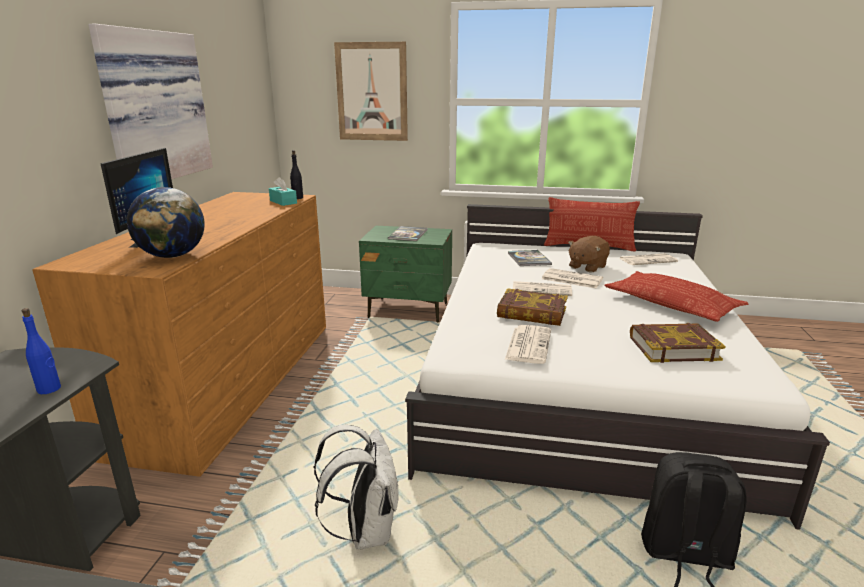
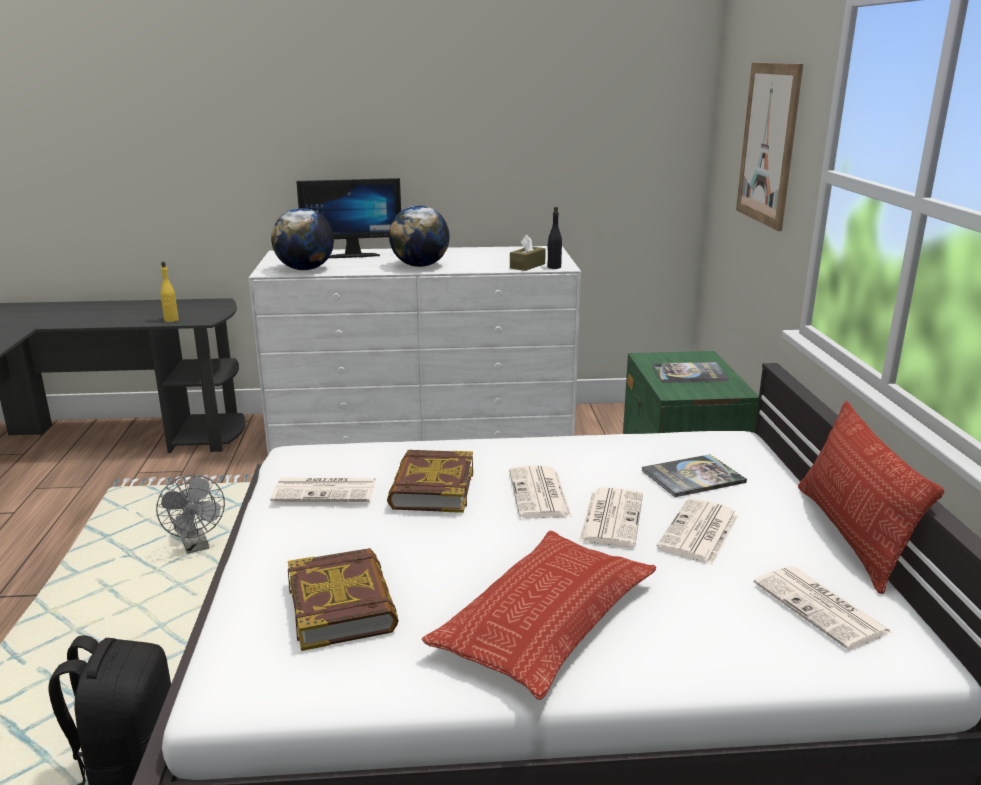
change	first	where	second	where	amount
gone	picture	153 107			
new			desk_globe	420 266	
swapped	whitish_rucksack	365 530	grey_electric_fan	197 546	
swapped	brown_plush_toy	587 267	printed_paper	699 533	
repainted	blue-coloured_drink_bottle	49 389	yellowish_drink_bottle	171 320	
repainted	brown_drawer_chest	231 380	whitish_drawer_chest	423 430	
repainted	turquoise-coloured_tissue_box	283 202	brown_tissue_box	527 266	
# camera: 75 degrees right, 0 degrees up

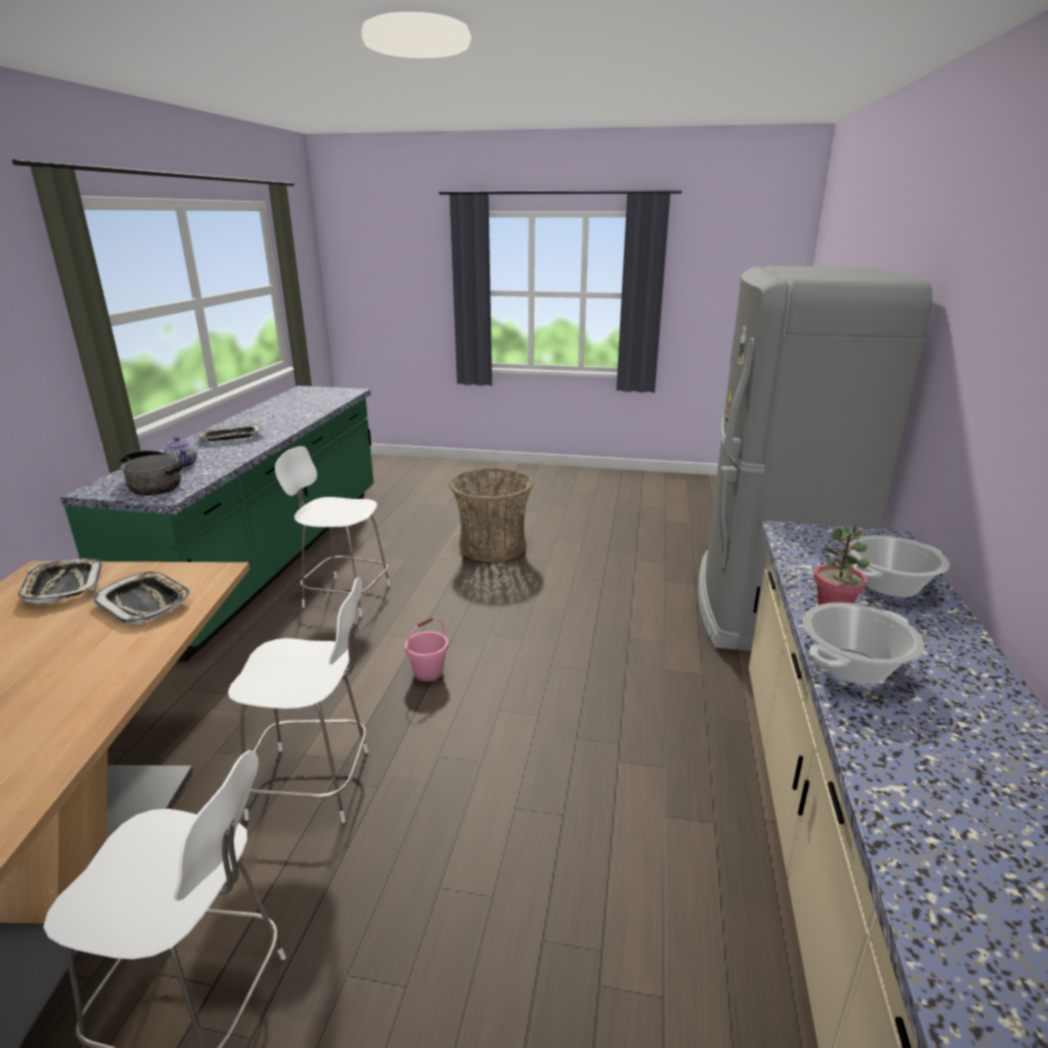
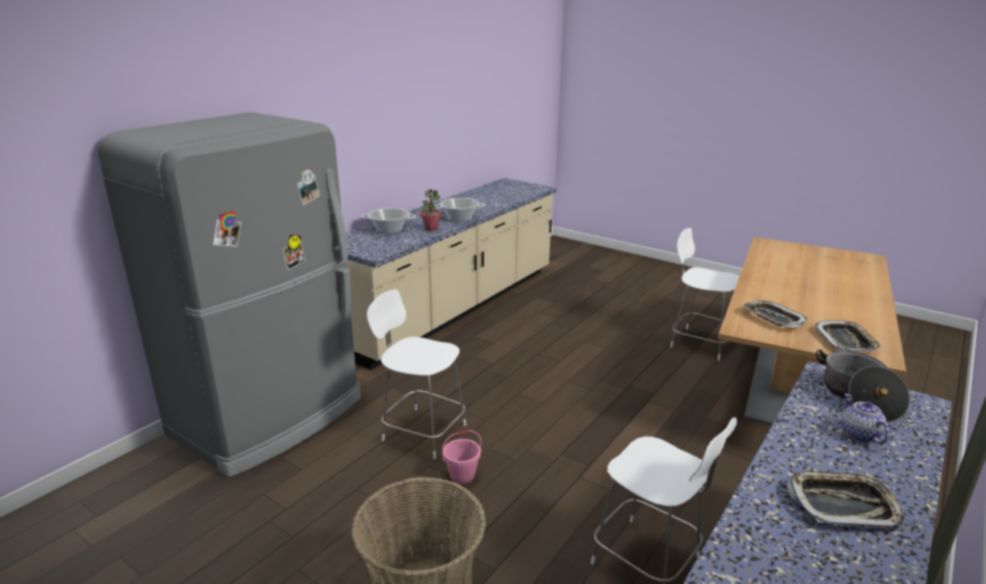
change	first	where	second	where	amount
shifted	whitish_chair	315 784		421 431	
shifted	pink-coloured_water_bucket	428 673		462 476	
# camera: 155 degrees left, 0 degrees up

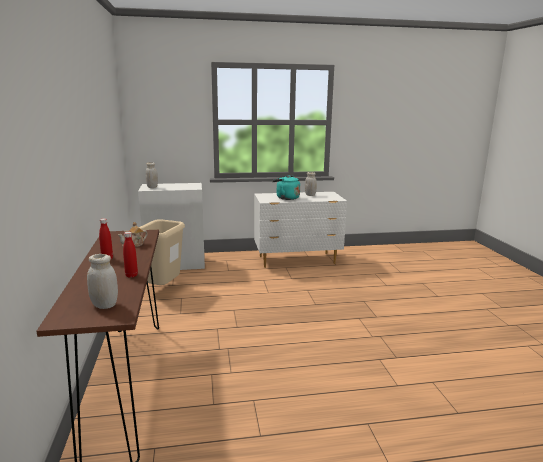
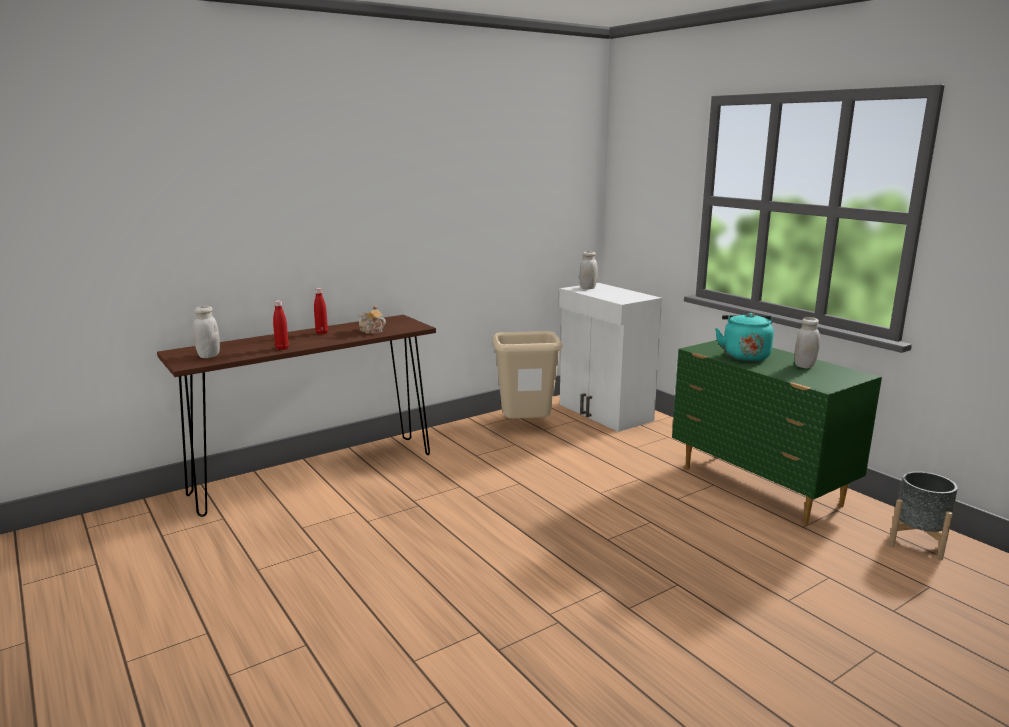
change	first	where	second	where	amount
new			grey_flower_pot	917 542	
repainted	whitish_drawer_chest	298 260	green-coloured_drawer_chest	760 487	
# camera: 65 degrees right, 0 degrees up

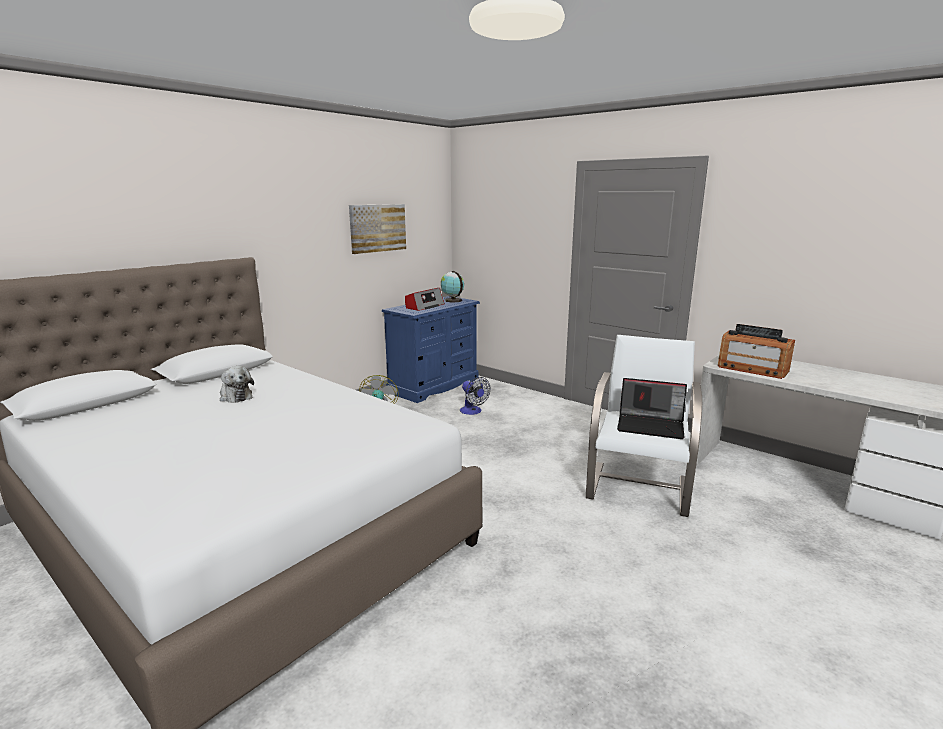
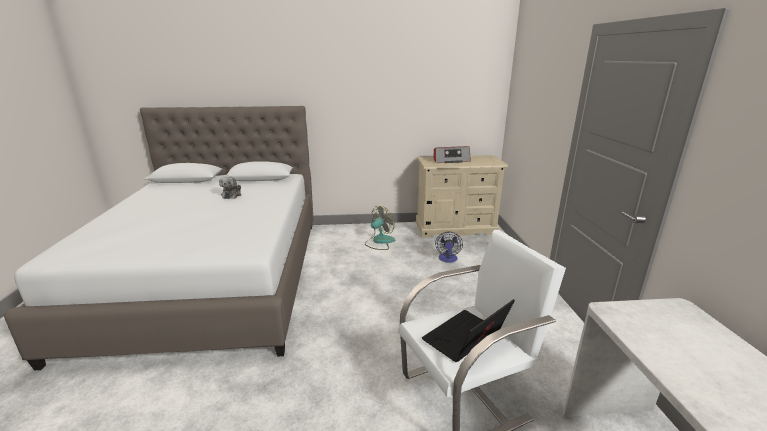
change	first	where	second	where	amount
gone	picture	377 228			
gone	desk_globe	452 300			
gone	radio_receiver	752 369			
repainted	blue-coloured_drawer_chest	434 385	beige-coloured_drawer_chest	455 228	
rotated	portable_computer	651 425		465 339	75 degrees clockwise
# camera: 45 degrees right, 5 degrees up

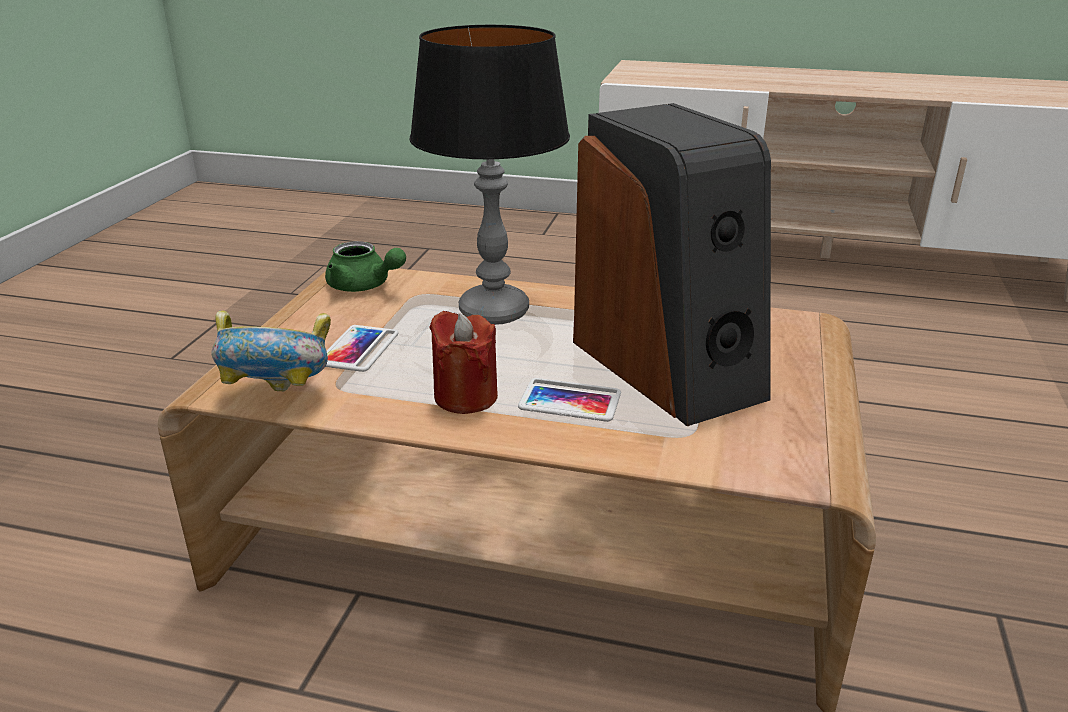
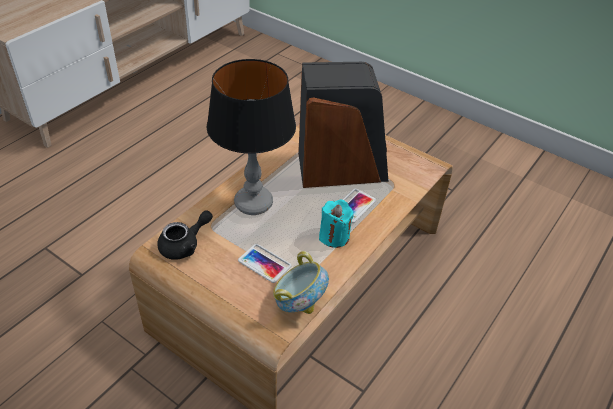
change	first	where	second	where	amount
repainted	green-coloured_teapot	364 286	blackish_teapot	185 245	
repainted	red-coloured_wax_light	465 397	turquoise-coloured_wax_light	334 236	
# camera: 70 degrees left, 15 degrees up

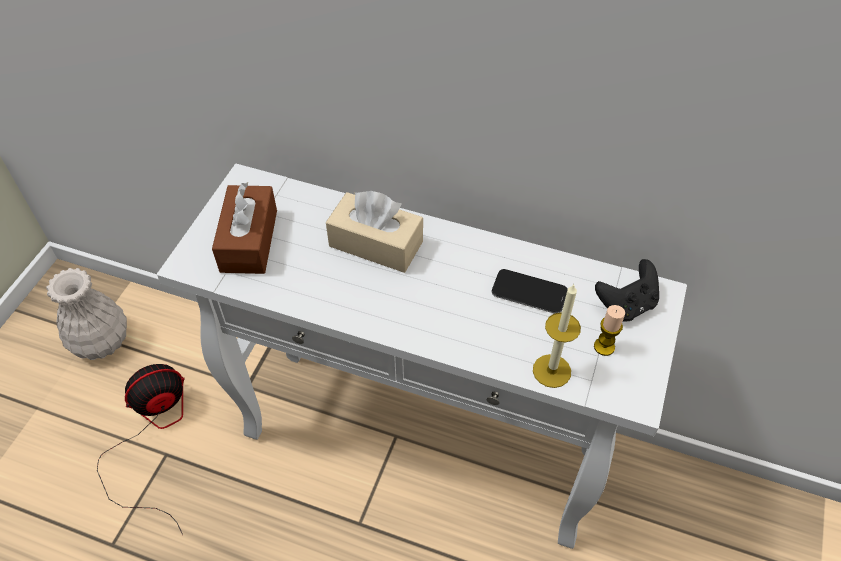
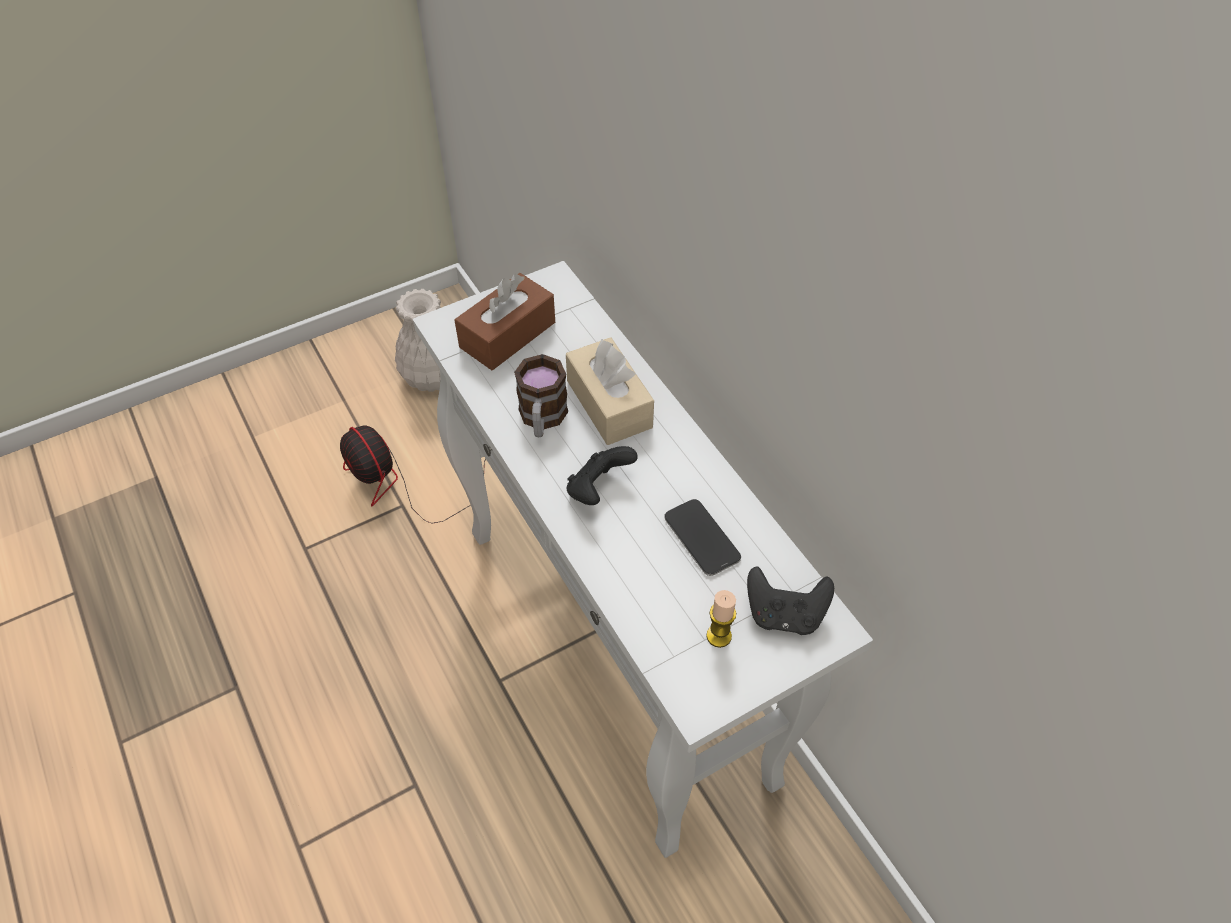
change	first	where	second	where	amount
gone	wax_light	551 371			
new			tea_mug	542 419	
new			blackish_gamepad	598 489	
rotated	electric_fan	153 436		405 483	135 degrees counterclockwise
# camera: 40 degrees right, 0 degrees up

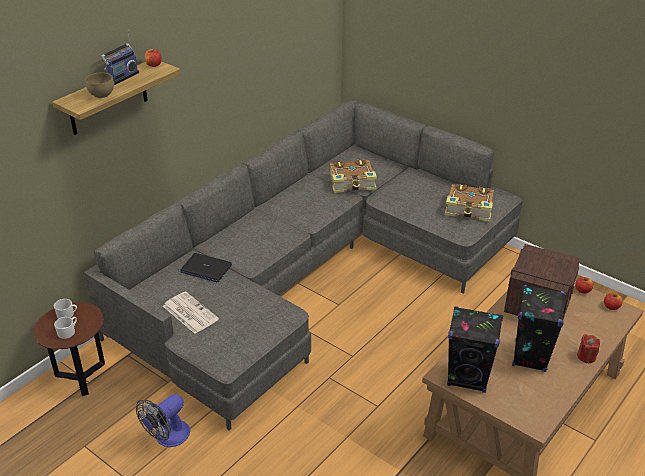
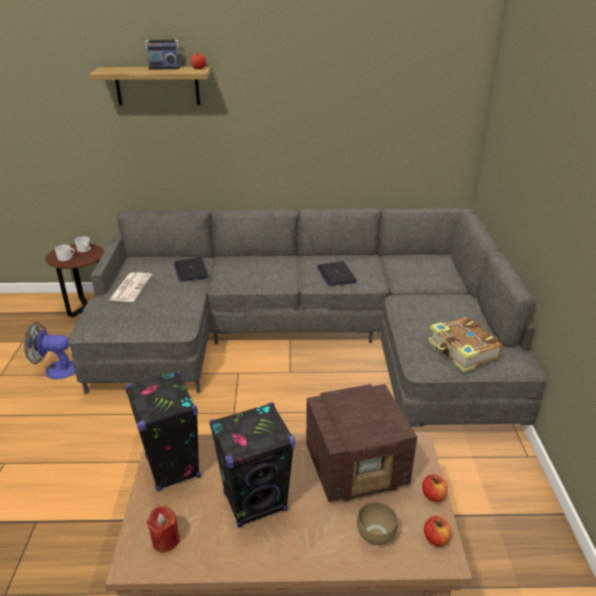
change	first	where	second	where	amount
gone	book	352 183			
new			portable_computer	336 274	
shifted	brown_bowl	101 95		374 535	
shifted	red-coloured_wax_light	586 356		165 540	
# camera: 50 degrees right, 5 degrees down

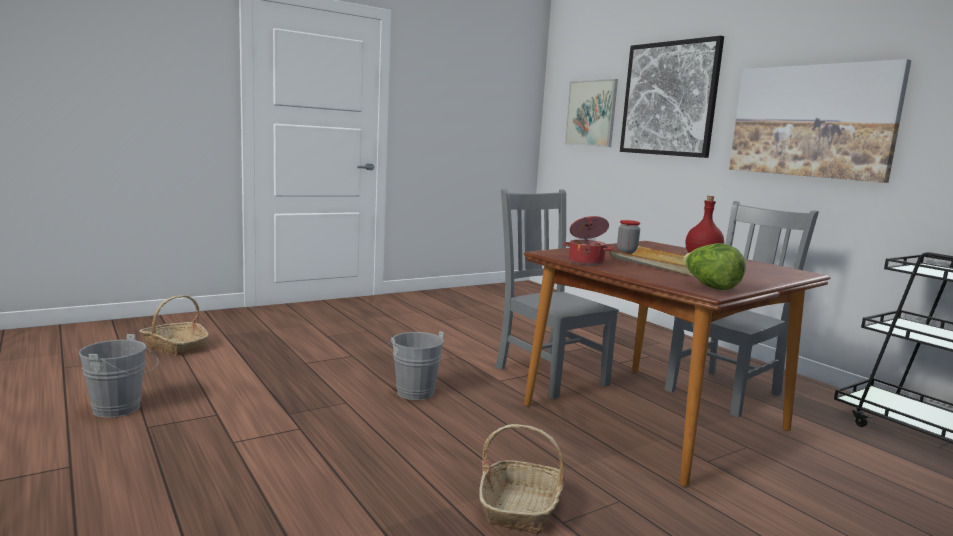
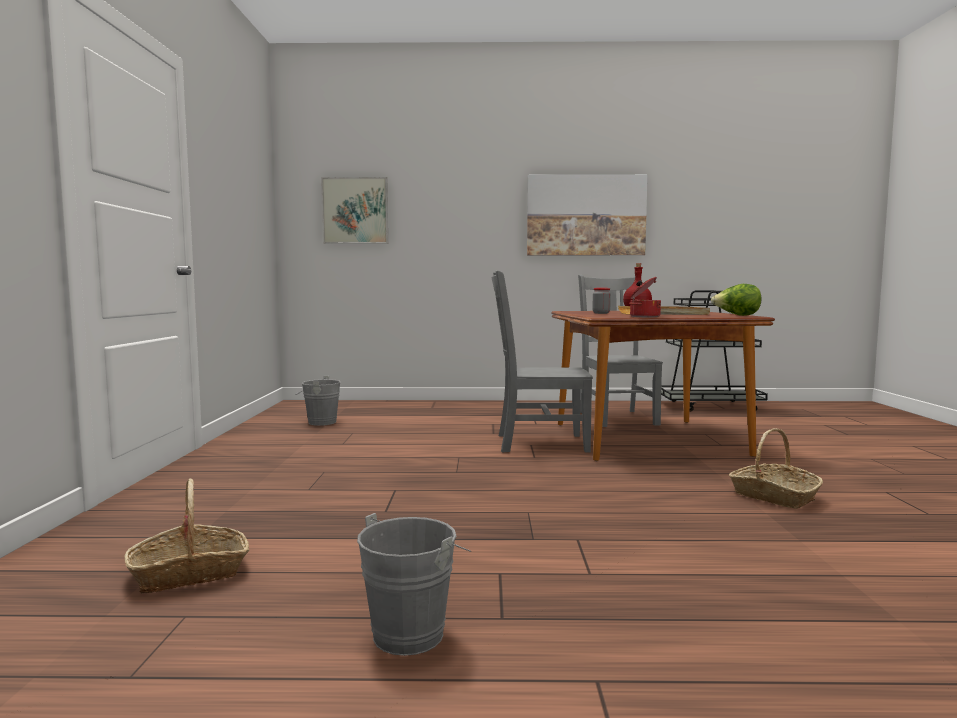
change	first	where	second	where	amount
gone	picture	669 99			
shifted	grey_water_bucket	413 391		319 422	
# camera: 55 degrees left, 5 degrees down

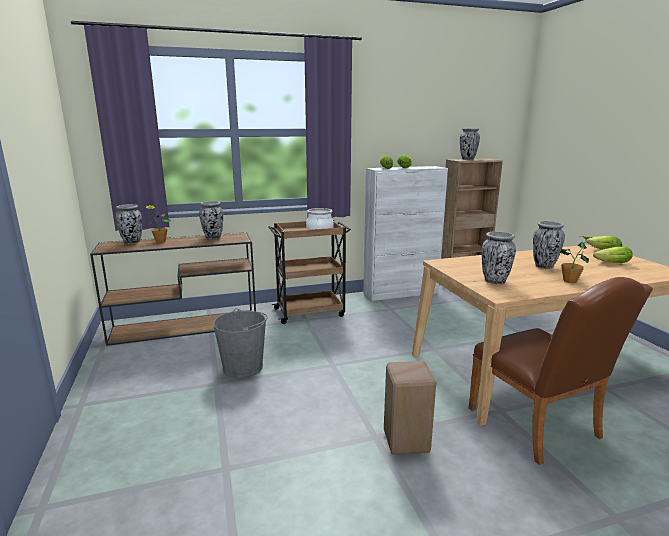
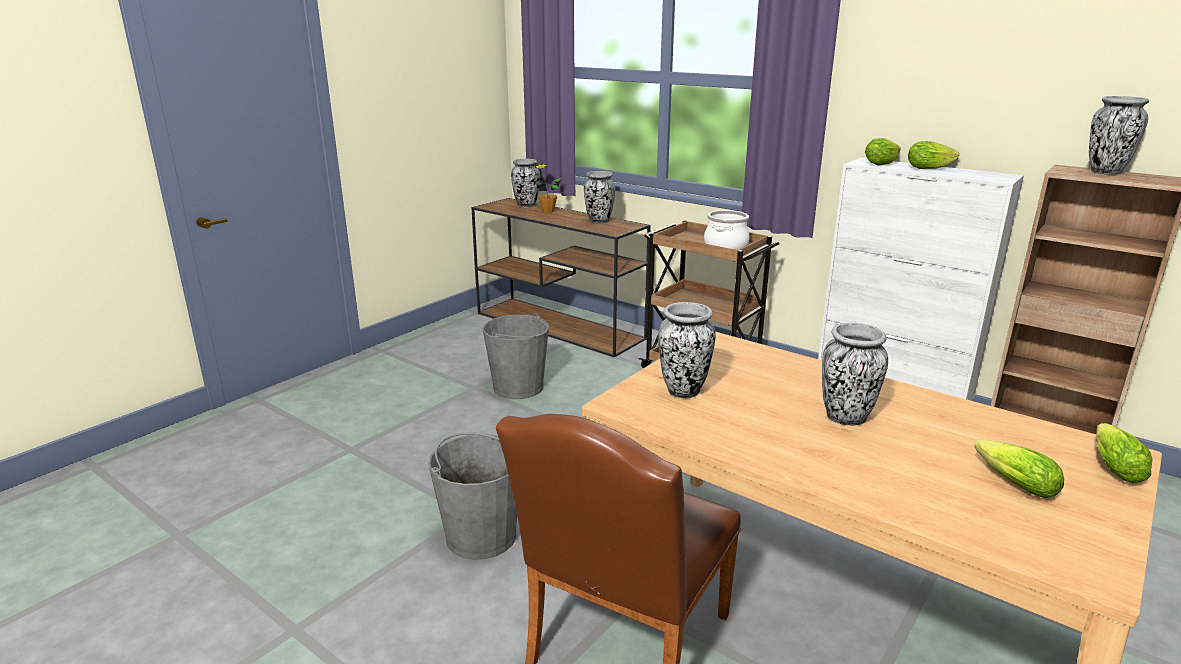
change	first	where	second	where	amount
gone	plant_in_a_pot	570 281			
swapped	beige-coloured_stool_seat	405 440	grey_water_bucket	481 535	
# camera: 55 degrees right, 5 degrees up

